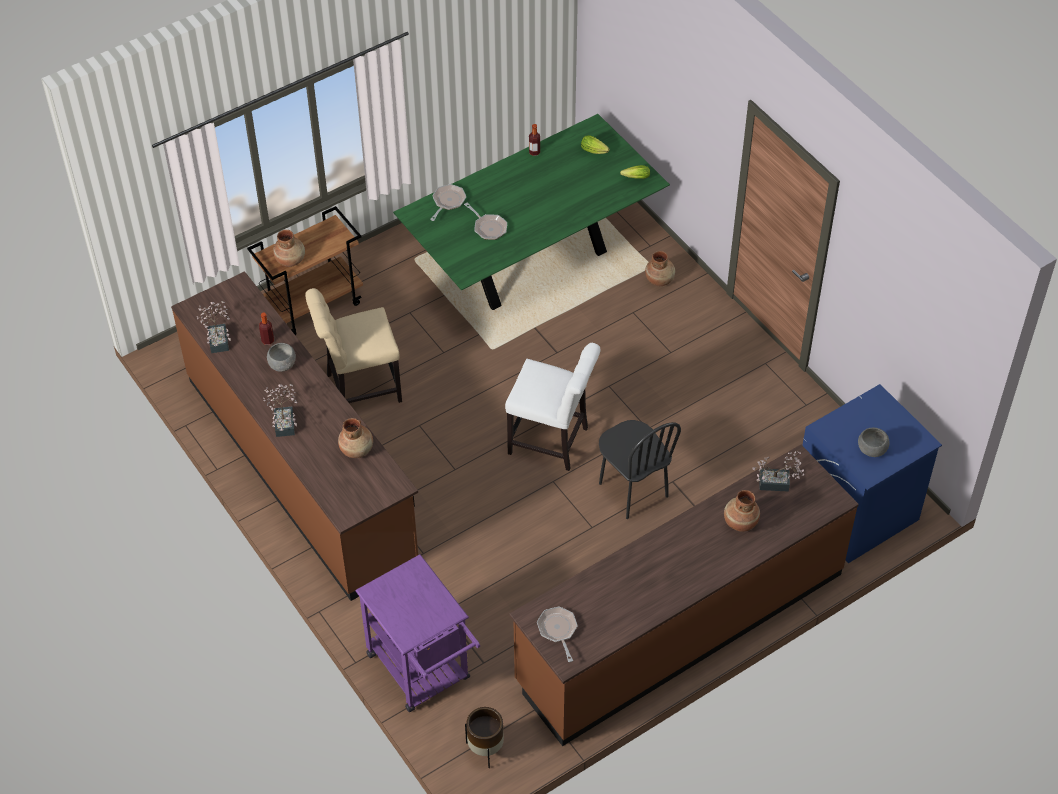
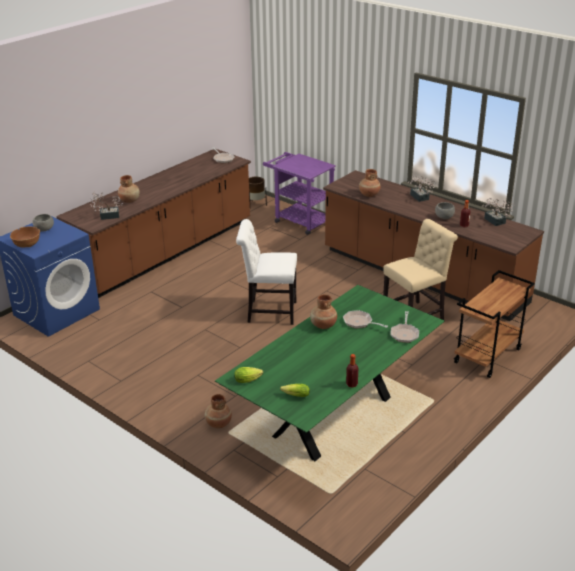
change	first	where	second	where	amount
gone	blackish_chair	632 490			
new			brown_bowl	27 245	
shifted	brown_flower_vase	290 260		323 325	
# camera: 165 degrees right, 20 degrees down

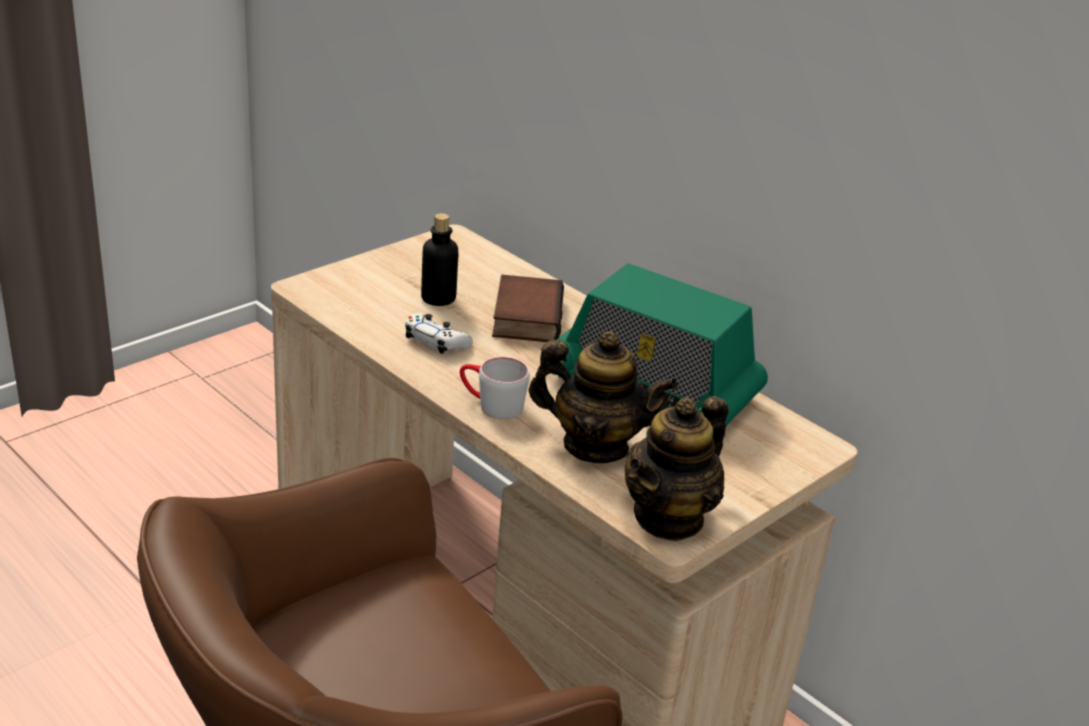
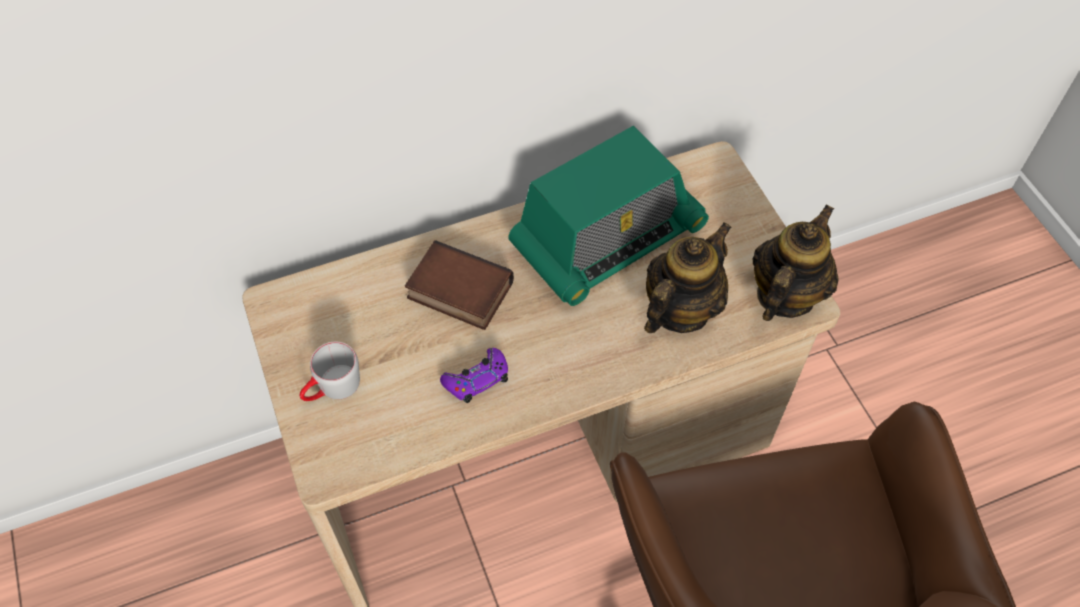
change	first	where	second	where	amount
gone	drink_bottle	438 298			
shifted	grey_tea_mug	491 405		332 389	
repainted	whitish_gamepad	436 341	purplish_gamepad	477 379	
rotated	teapot	669 517		784 295	120 degrees counterclockwise
# camera: 65 degrees left, 25 degrees up

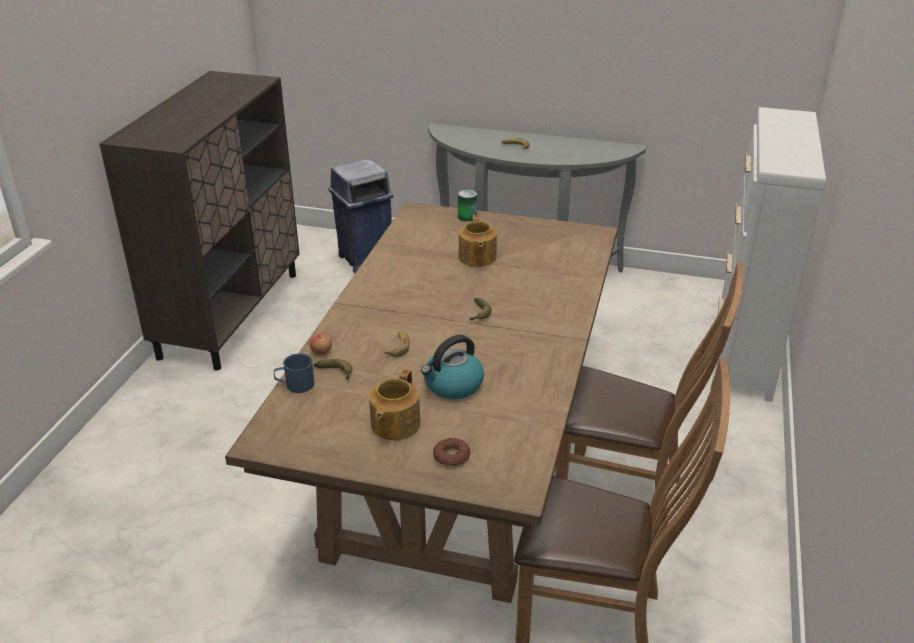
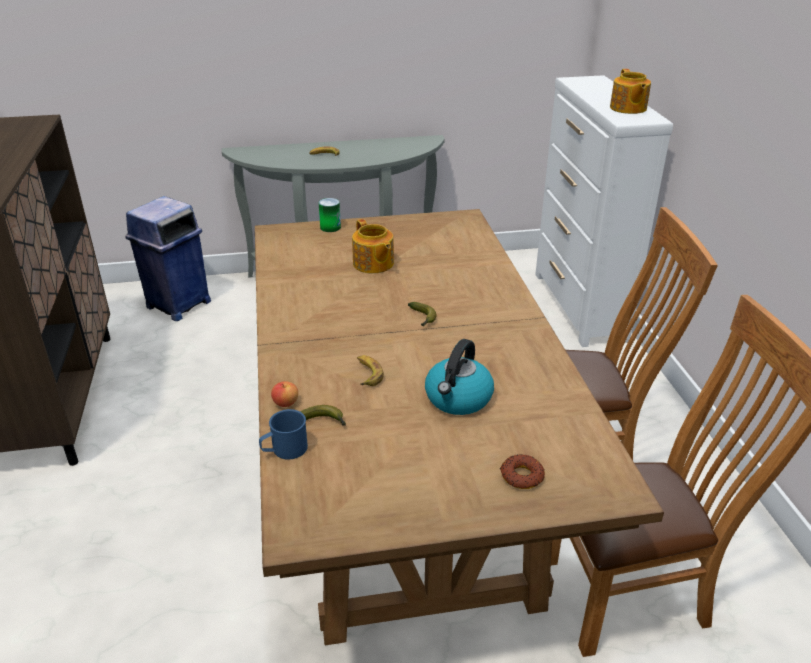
change	first	where	second	where	amount
shifted	teapot	394 425		627 108	
# camera: 25 degrees left, 0 degrees up

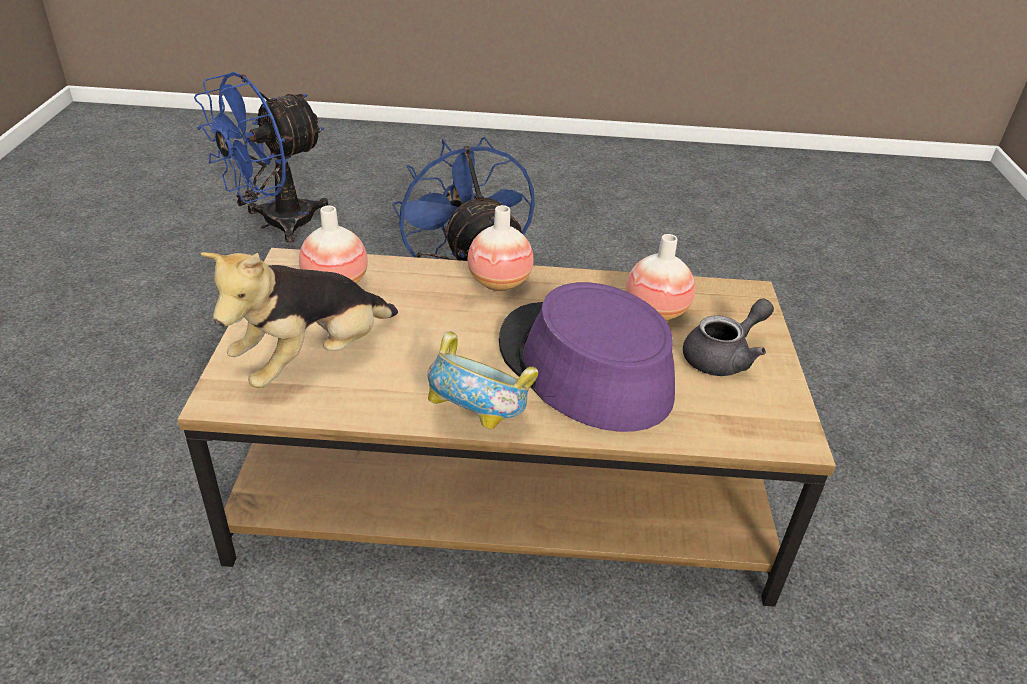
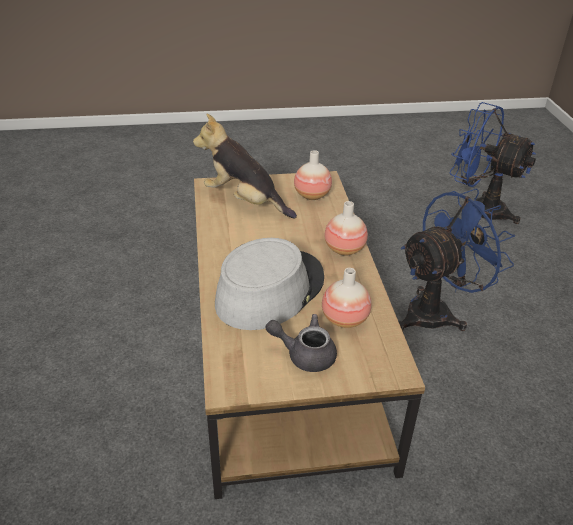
change	first	where	second	where	amount
gone	bowl	478 420			
repainted	purplish_wearable_hat	583 367	grey_wearable_hat	270 290	
rotated	grey_teapot	724 357		304 354	150 degrees clockwise
# camera: 80 degrees right, 0 degrees up

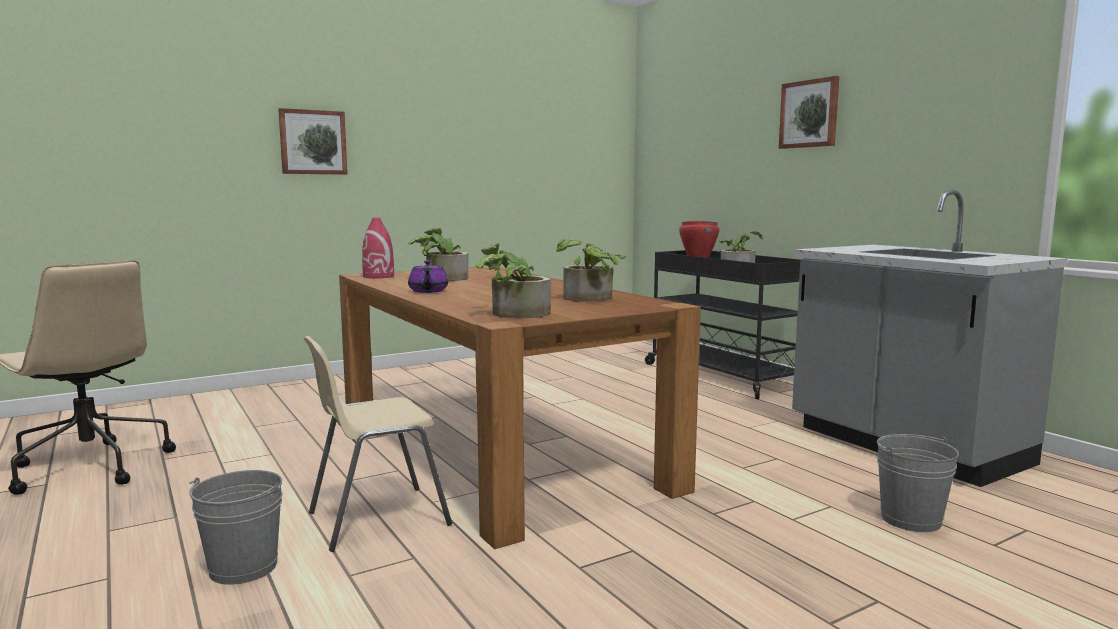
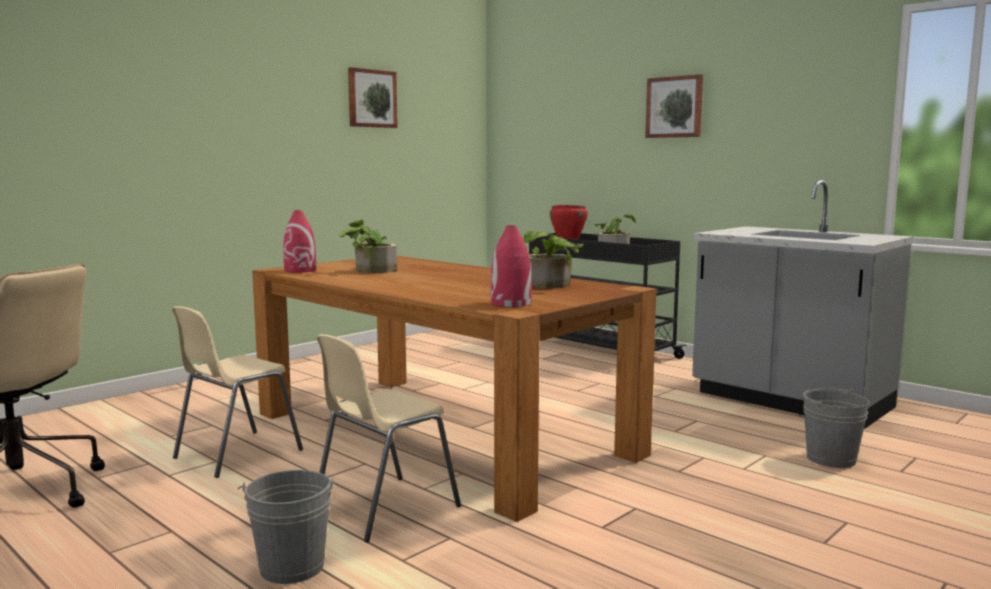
change	first	where	second	where	amount
gone	purplish_teapot	428 291			
new			beige-coloured_chair	236 454	
shifted	picture	313 142		371 98	
swapped	plant_in_a_pot	513 314	red-coloured_flower_vase	510 303	
# camera: 15 degrees left, 0 degrees up

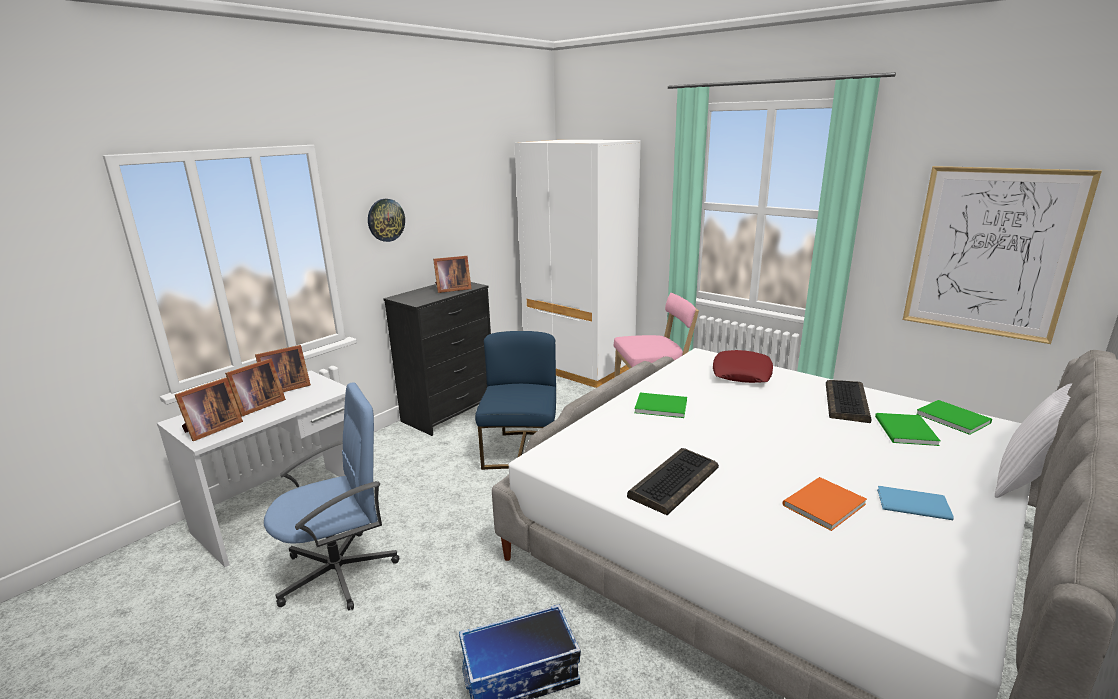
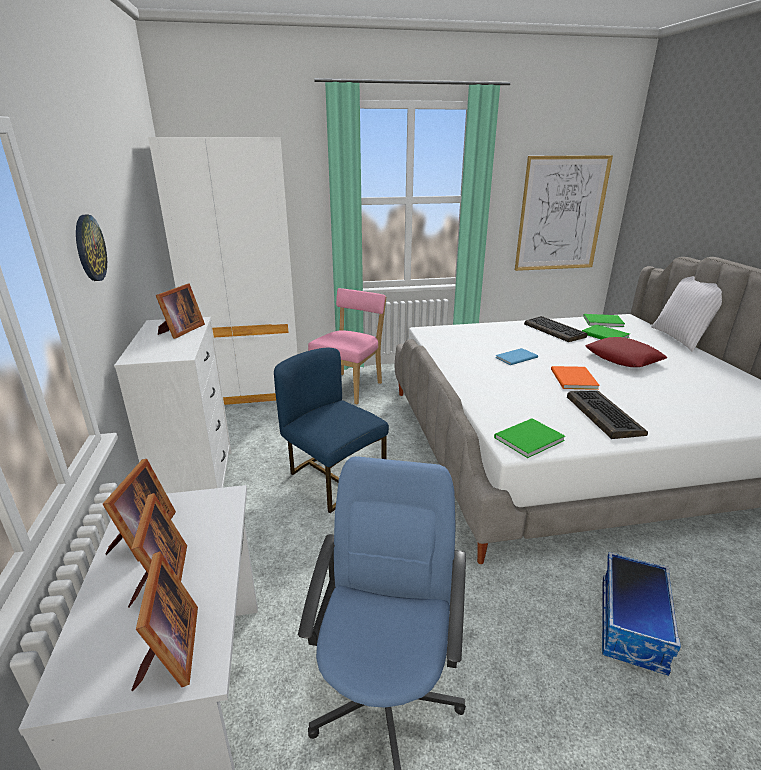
change	first	where	second	where	amount
shifted	green-coloured_book	659 406		526 439	
shifted	red-coloured_pillow	742 373		623 358	
shifted	orangey_book	821 505		572 380	
shifted	blue-coloured_book	911 503		514 357	
repainted	blackish_drawer_chest	449 412	whitish_drawer_chest	198 484	
# camera: 50 degrees left, 5 degrees up

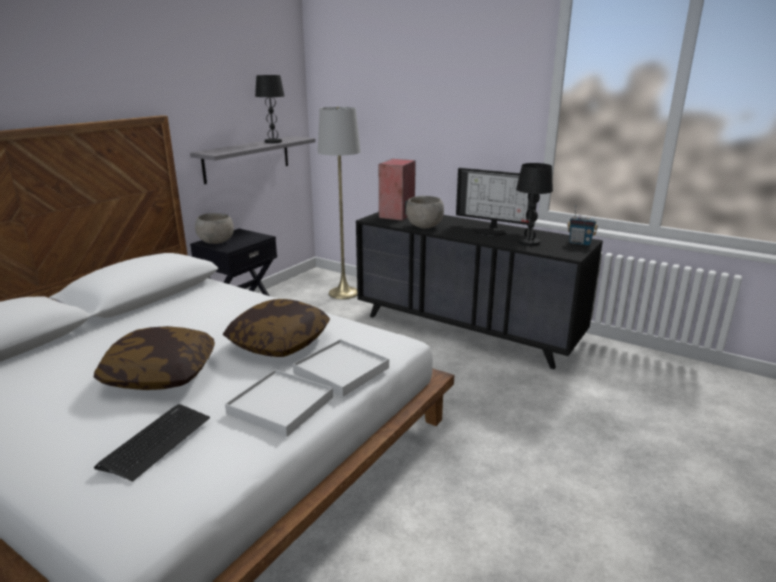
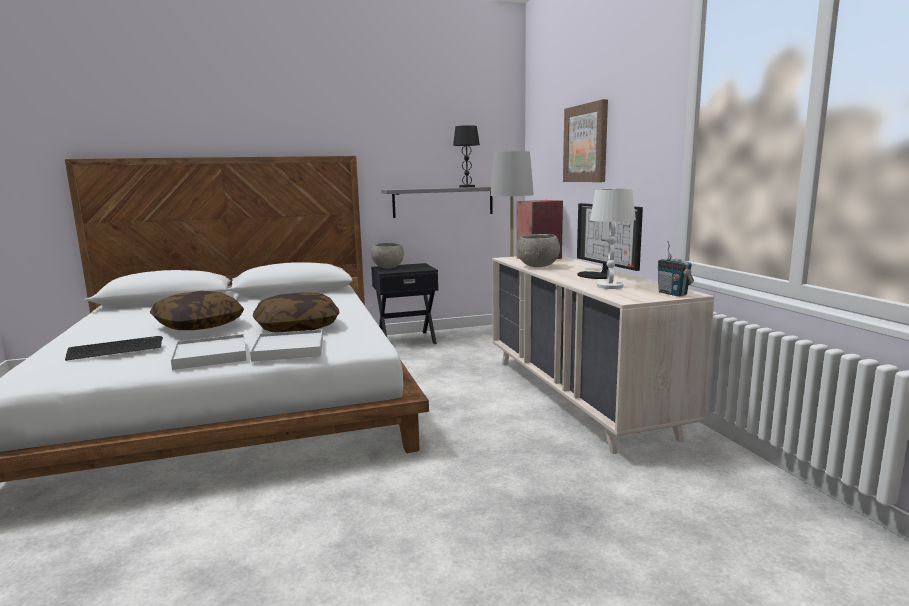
change	first	where	second	where	amount
new			picture	586 143	
repainted	blackish_drawer_chest	466 330	beige-coloured_drawer_chest	577 396	
repainted	blackish_lamp_for_a_table	528 242	whitish_lamp_for_a_table	609 286	
# camera: 40 degrees right, 10 degrees down

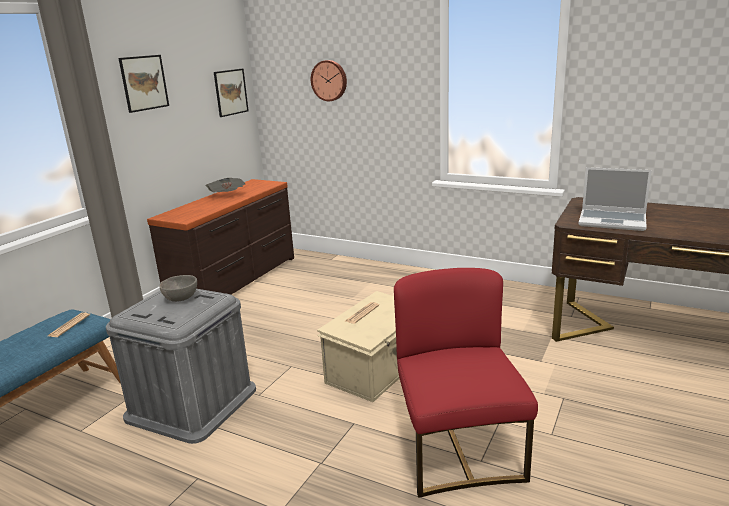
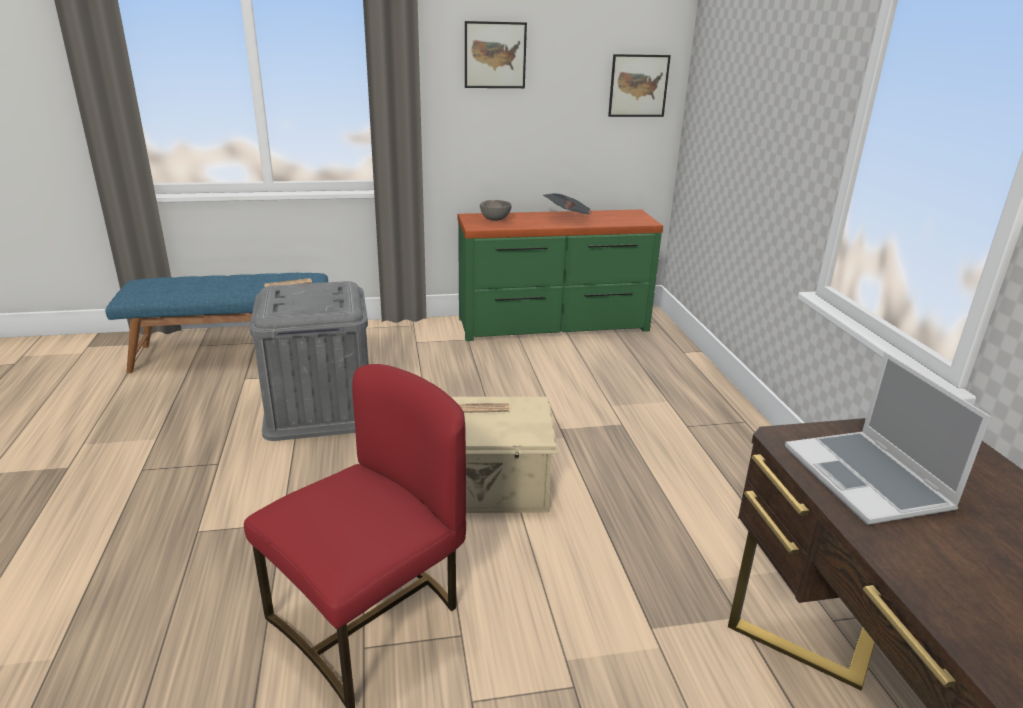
change	first	where	second	where	amount
gone	wall_clock	329 80			
shifted	grey_bowl	180 299		495 219	
repainted	brown_drawer_chest	236 281	green-coloured_drawer_chest	553 325	
# camera: 50 degrees right, 5 degrees up

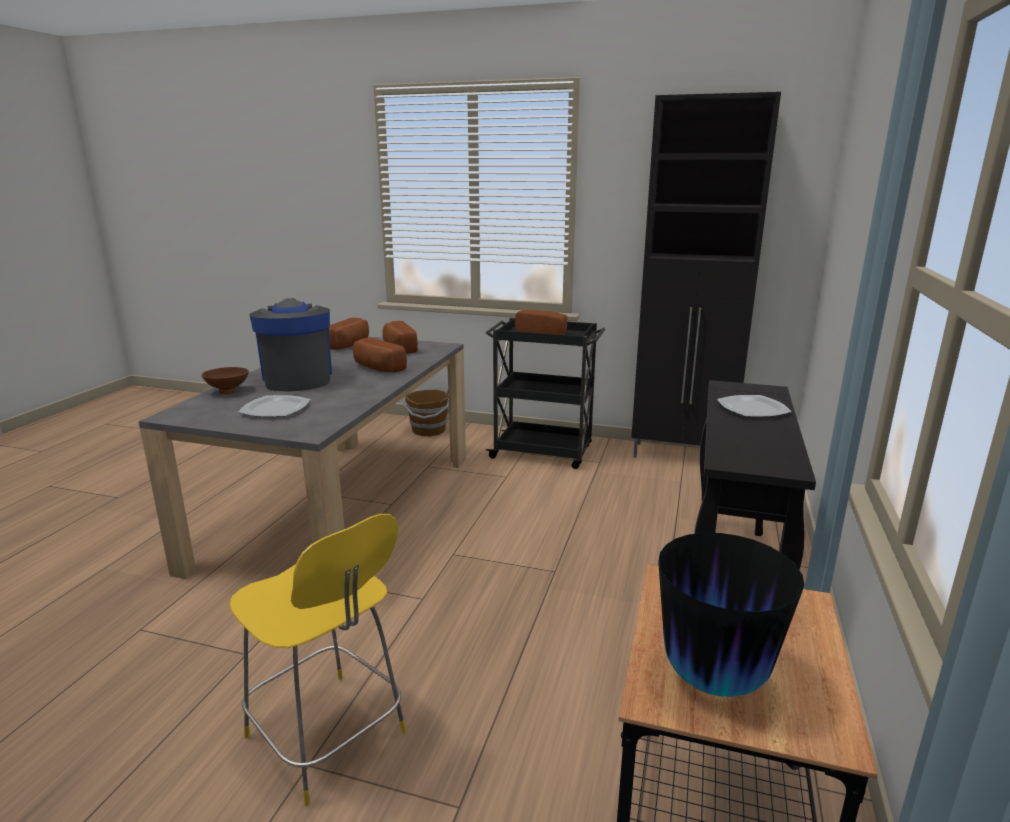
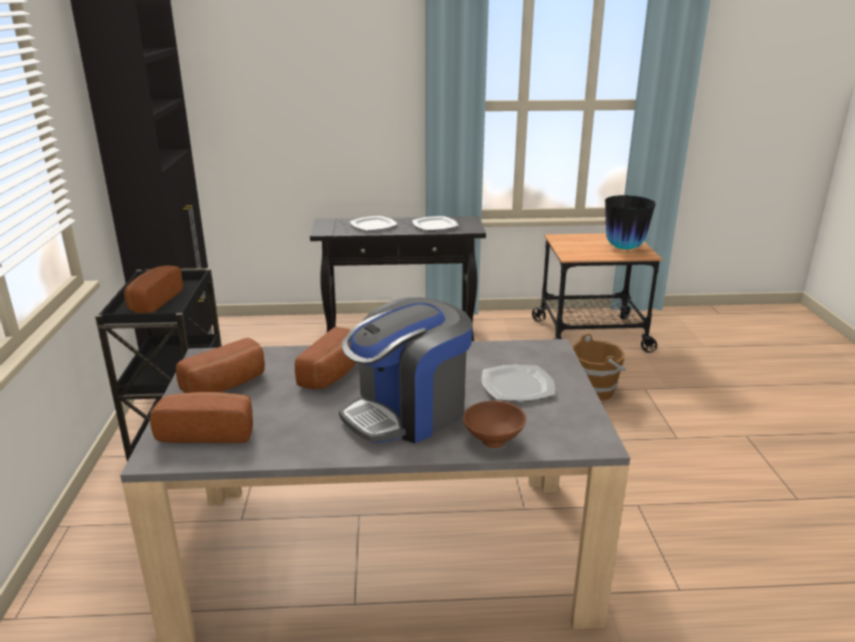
change	first	where	second	where	amount
gone	yellowish_chair	329 738			
new			flat_dish	434 225	
shifted	brown_water_bucket	429 430		594 390	
# camera: 110 degrees left, 5 degrees up

